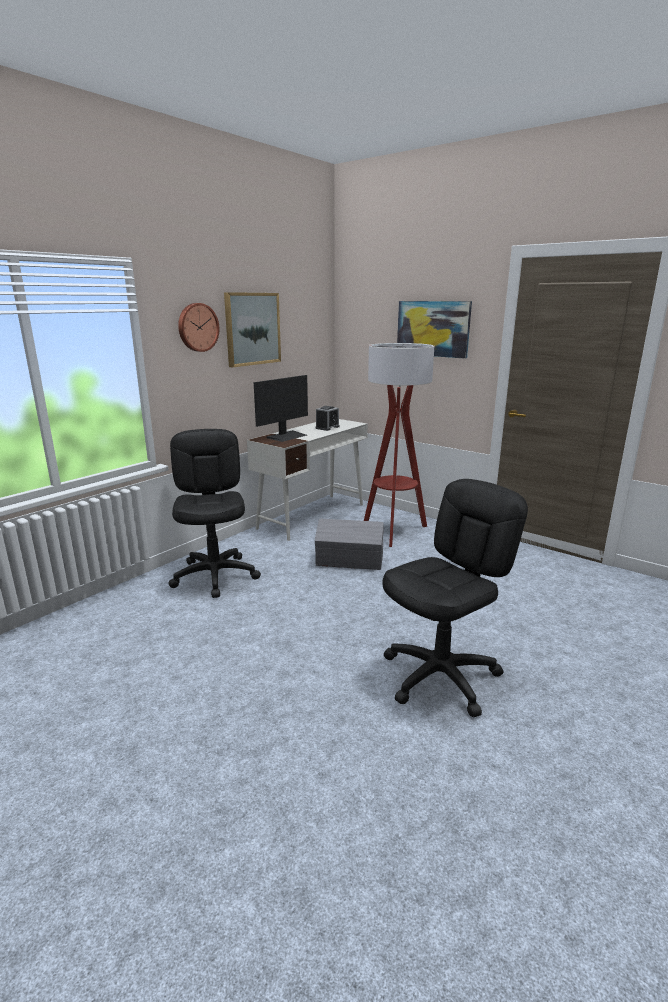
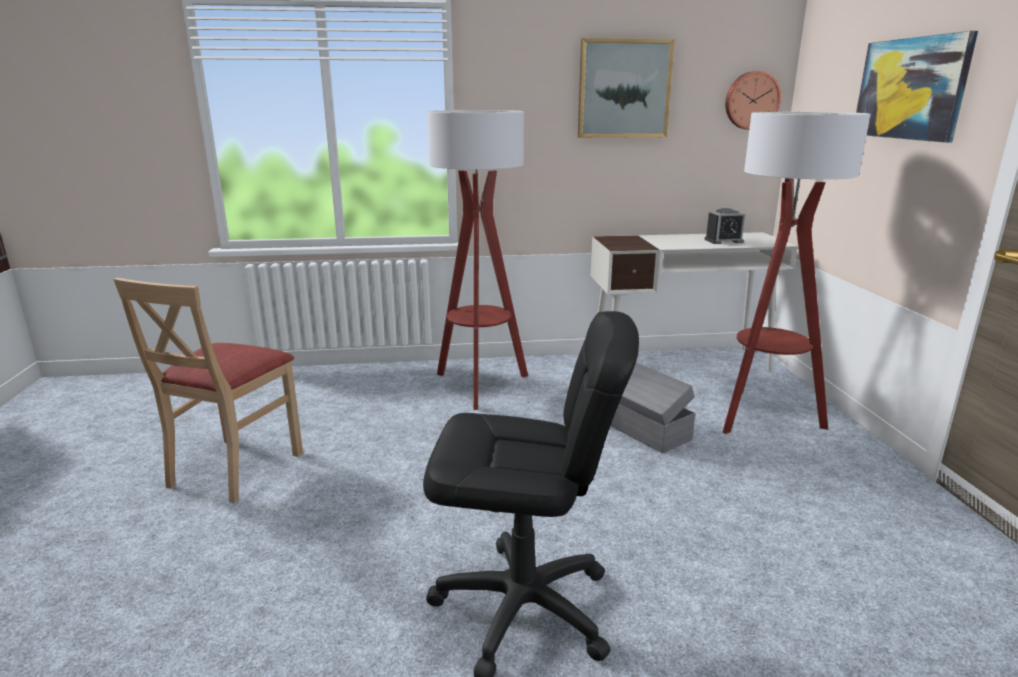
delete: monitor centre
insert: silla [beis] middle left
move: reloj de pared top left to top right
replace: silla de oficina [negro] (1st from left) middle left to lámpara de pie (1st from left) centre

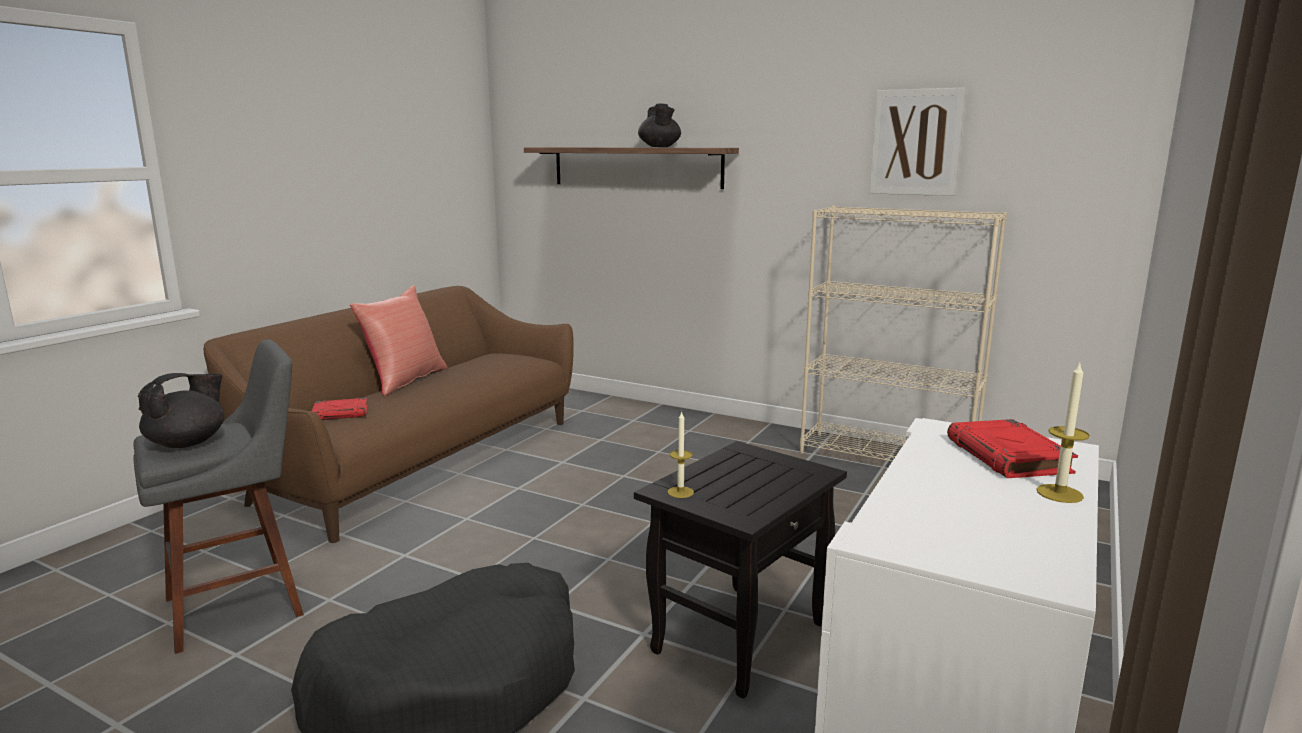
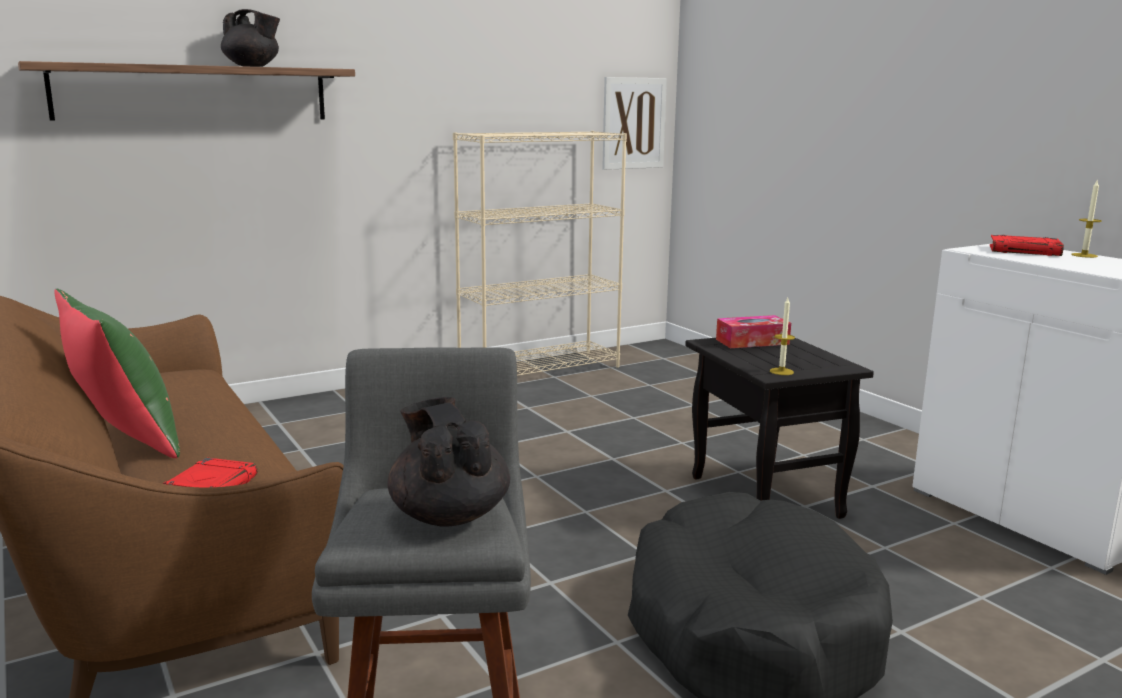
insert: caja de pañuelos middle right
move: cuadro top right to top centre
recolor: cojín [rojo] middle left to cojín [verde] middle left

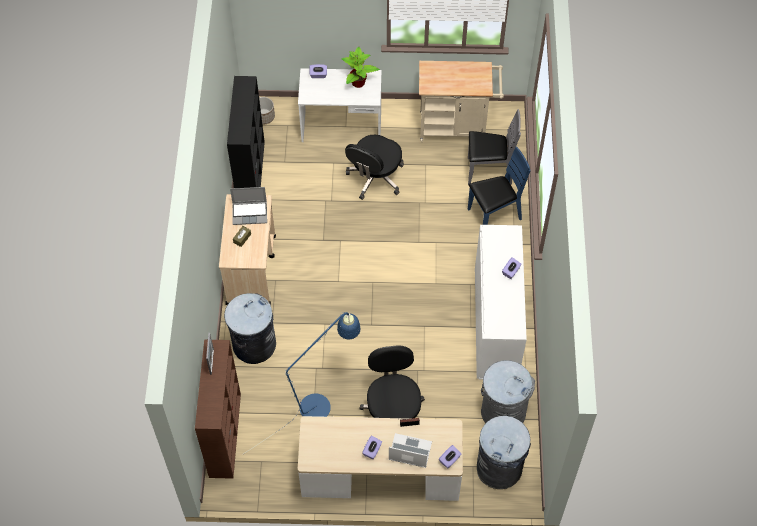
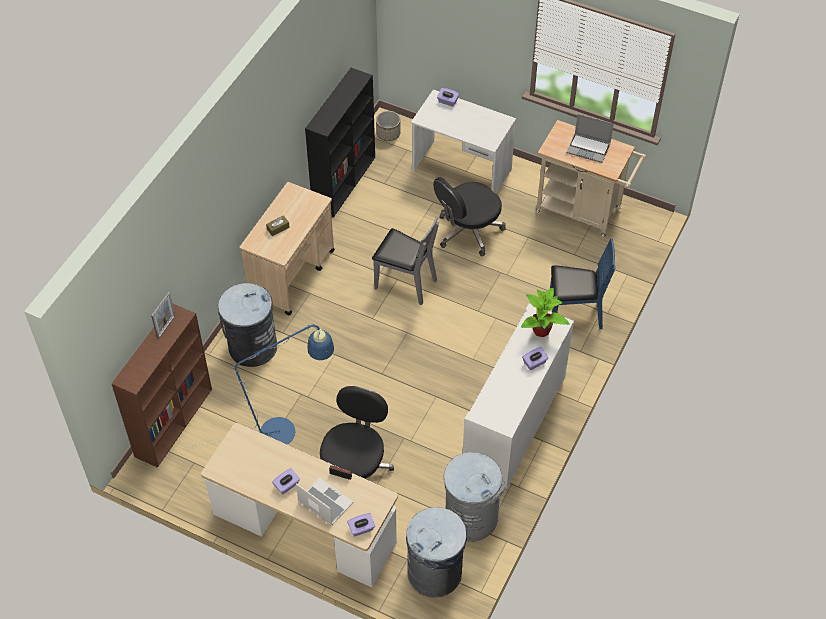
move: portátil (1st from left in the first image) middle left to portátil (2nd from left) top right; planta en maceta top centre to centre; silla [gris] top centre to centre

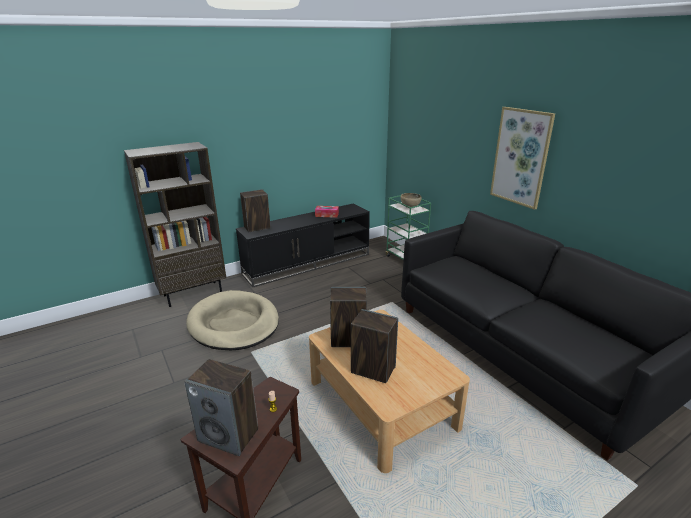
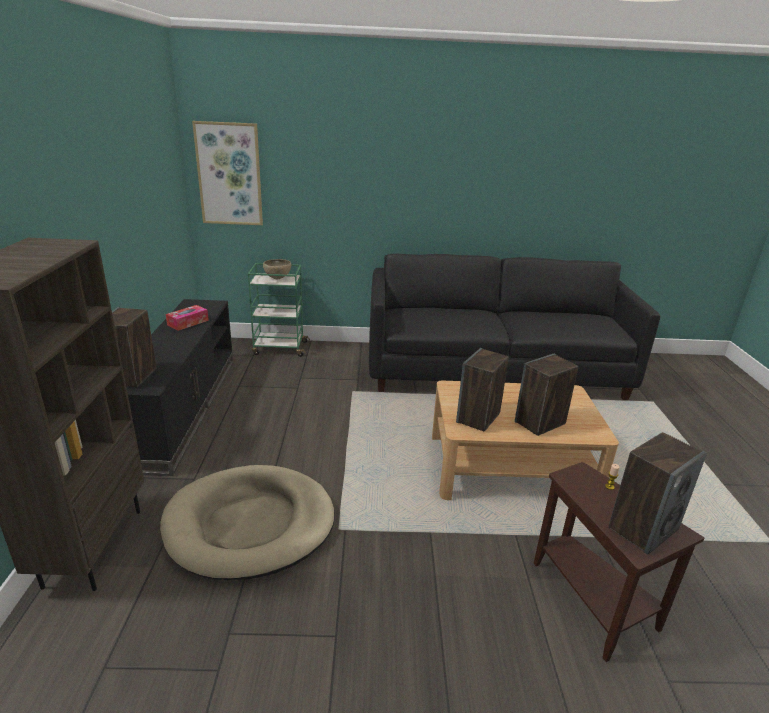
move: cuadro top right to top left

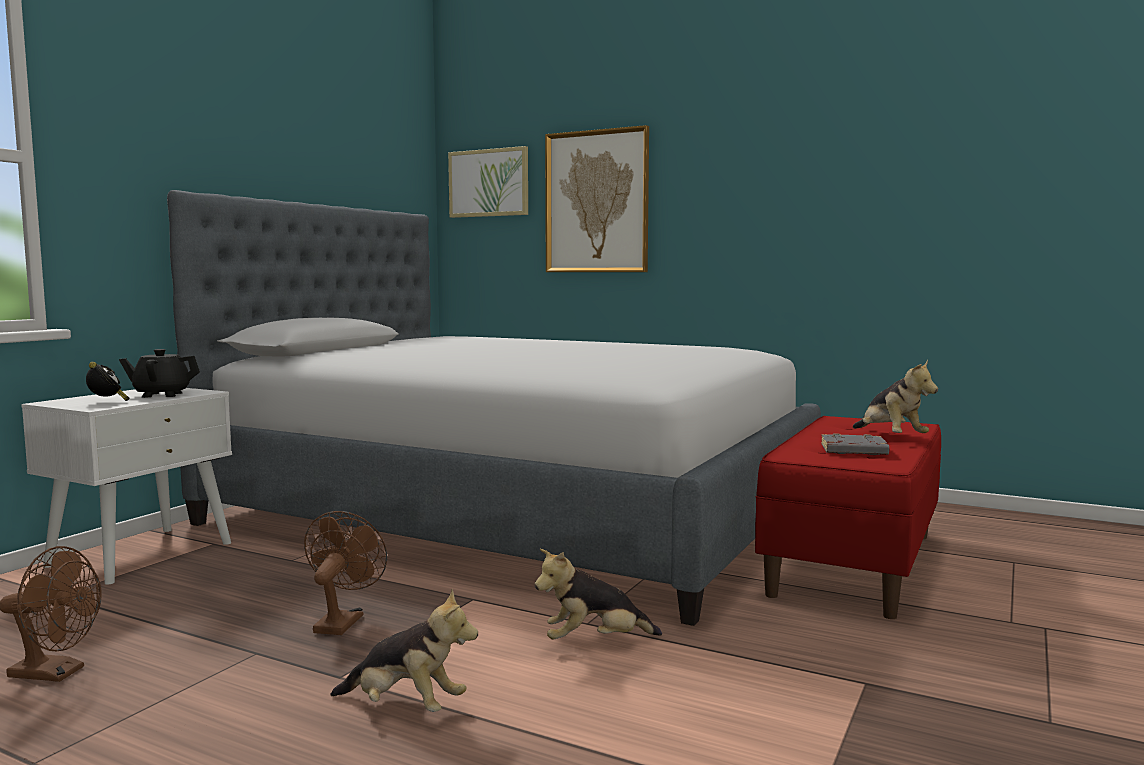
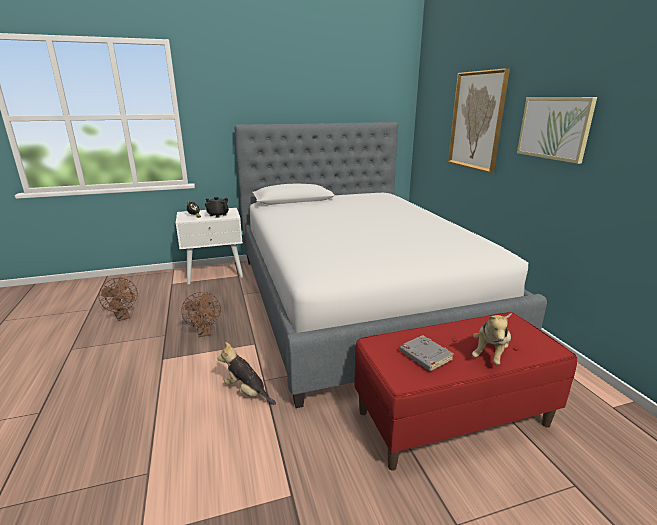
delete: peluche (1st from left) bottom centre
move: cuadro (1st from left in the first image) top centre to cuadro (2nd from left) top right
rotate: ventilador [marrón] (2nd from left) bottom left = middle left 105 degrees clockwise

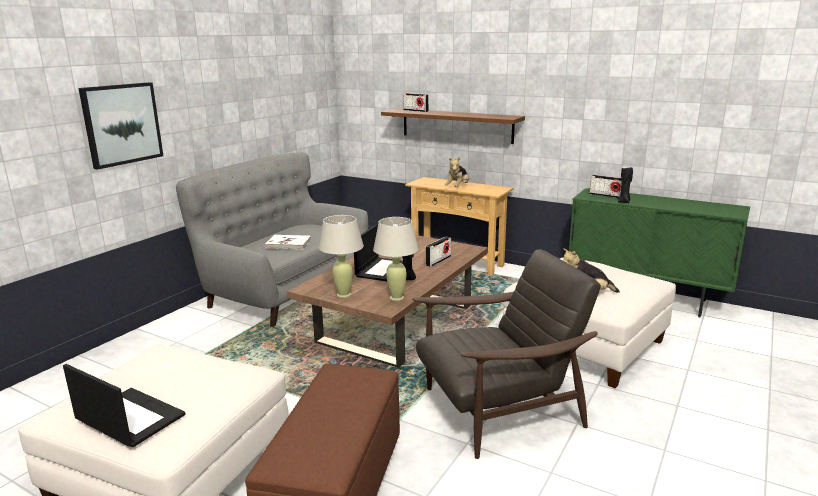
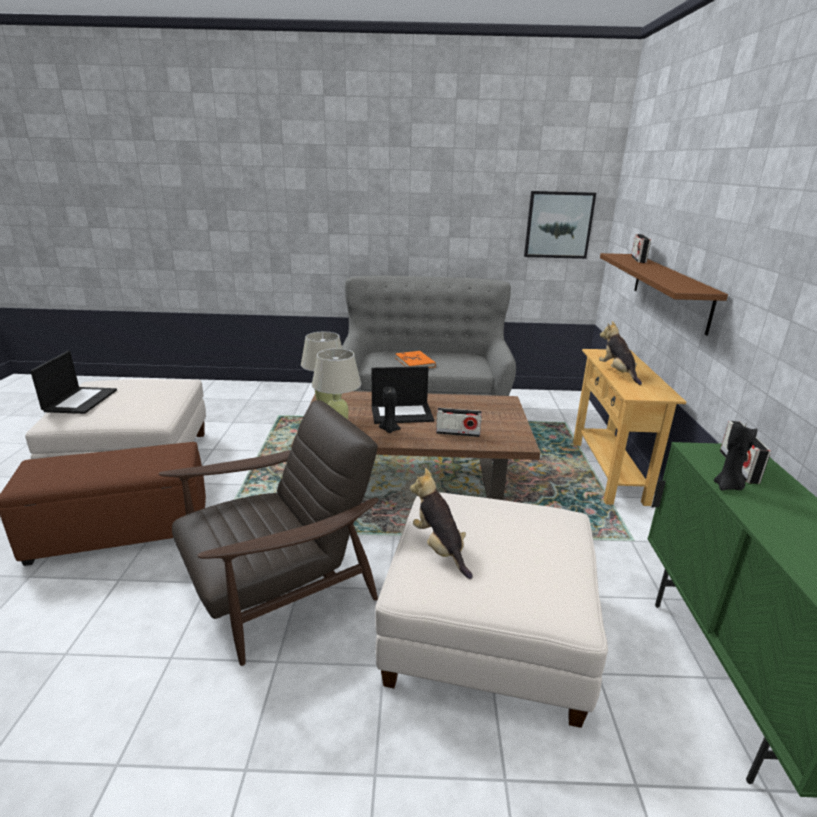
move: cuadro top left to top right
recolor: libro [blanco] centre to libro [naranja] centre
rotate: sillón [marrón] bottom centre = middle left 75 degrees counterclockwise; peluche (1st from left in the first image) centre = middle right 75 degrees clockwise

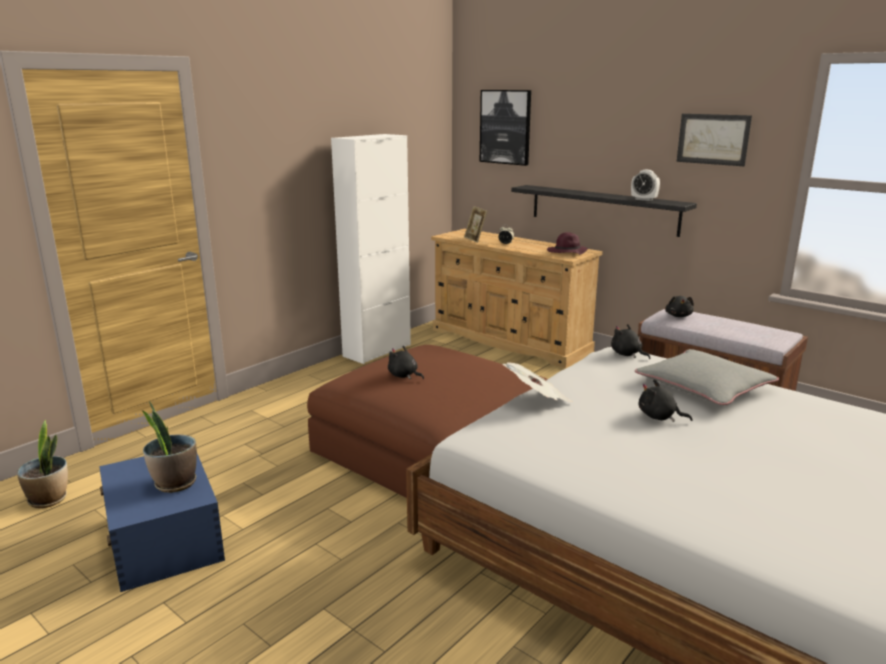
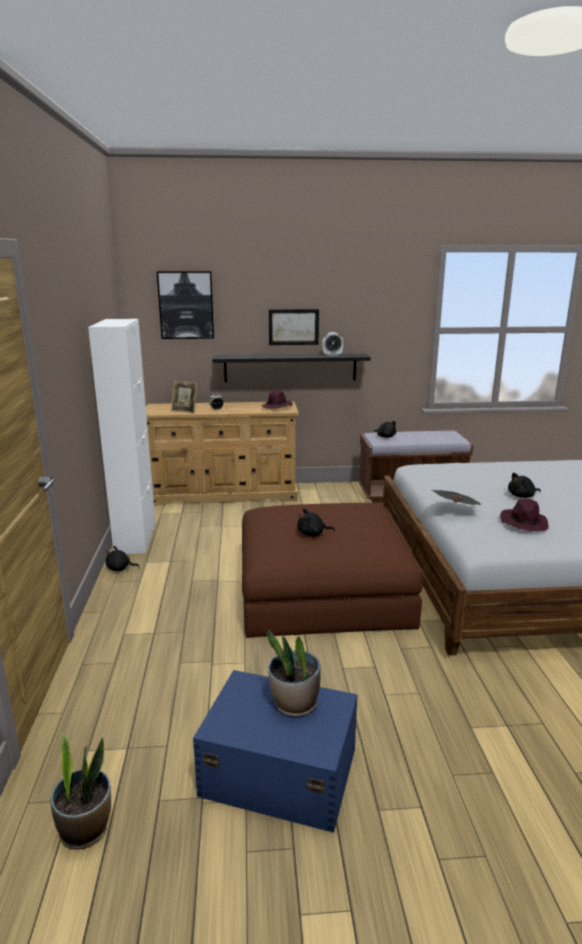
delete: cojín [gris] middle right
insert: sombrero [morado] (2nd from left) middle right
move: peluche [negro] (2nd from left in the first image) middle right to peluche [negro] (1st from left) middle left; cuadro (2nd from left) top right to centre

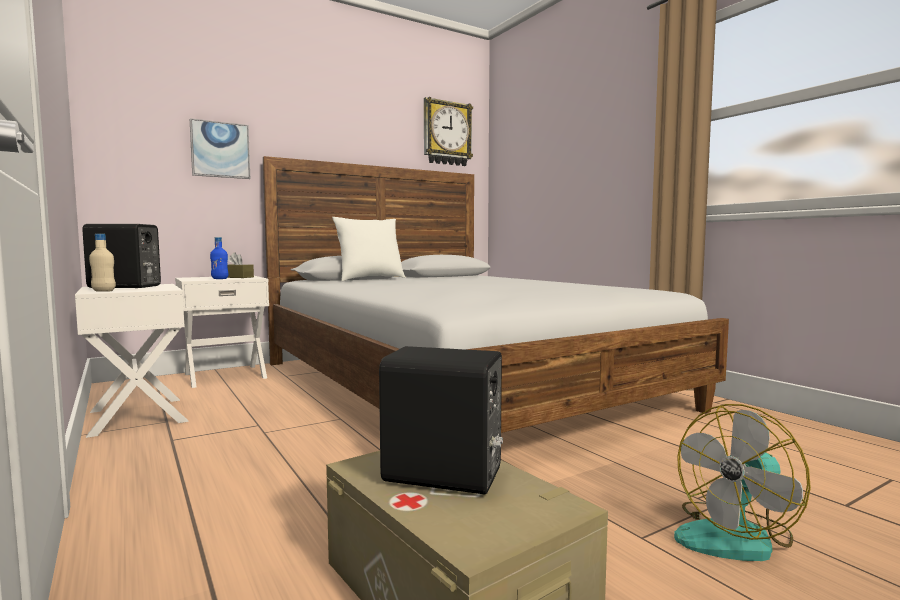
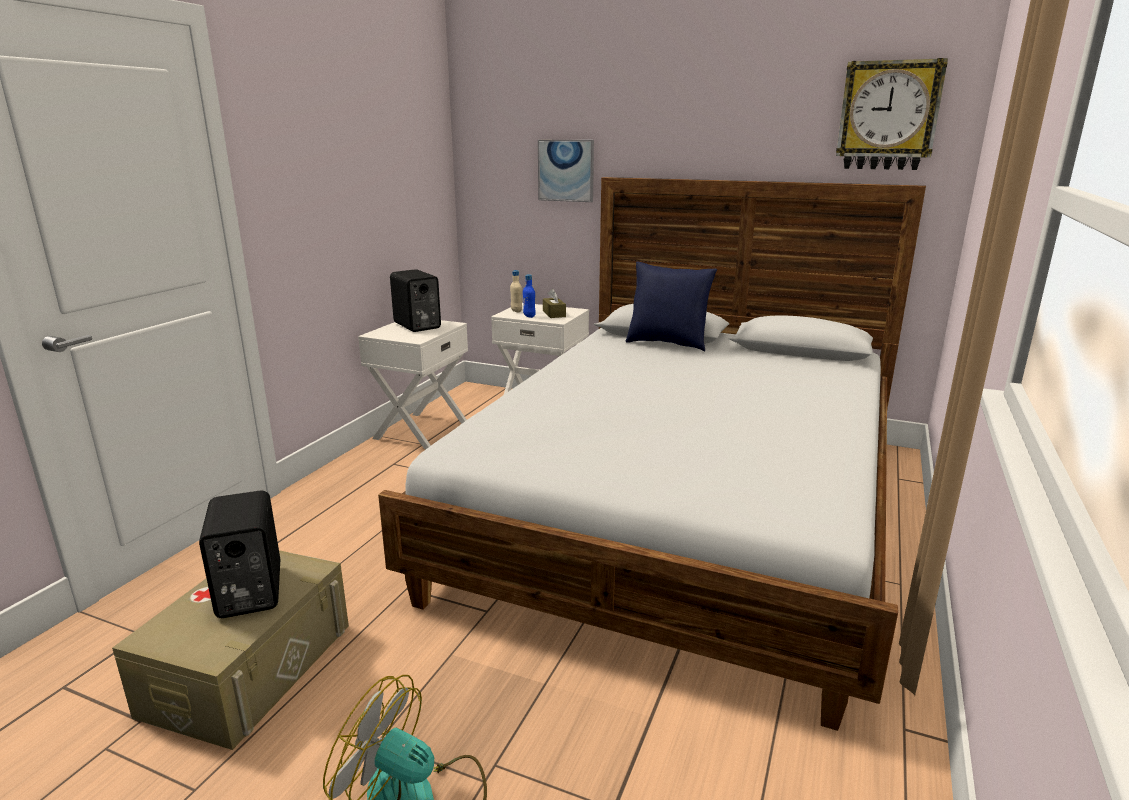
move: botella [beis] middle left to centre
recolor: cojín [blanco] centre to cojín [azul] centre

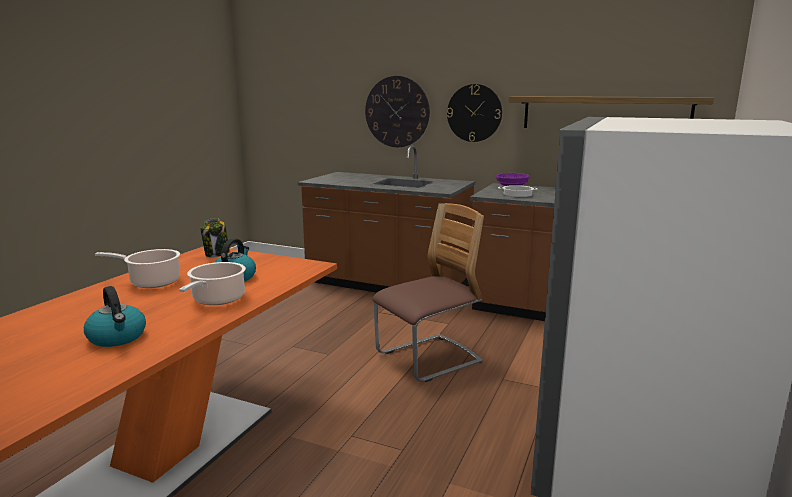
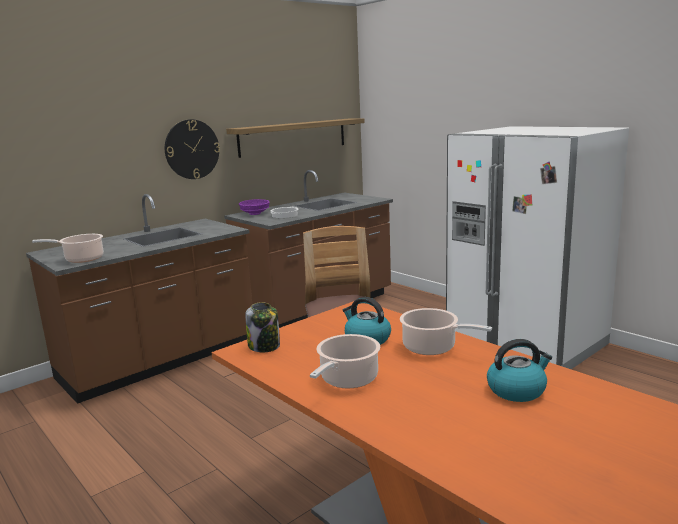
delete: reloj de pared (1st from left) top centre
insert: olla (1st from left) middle left

